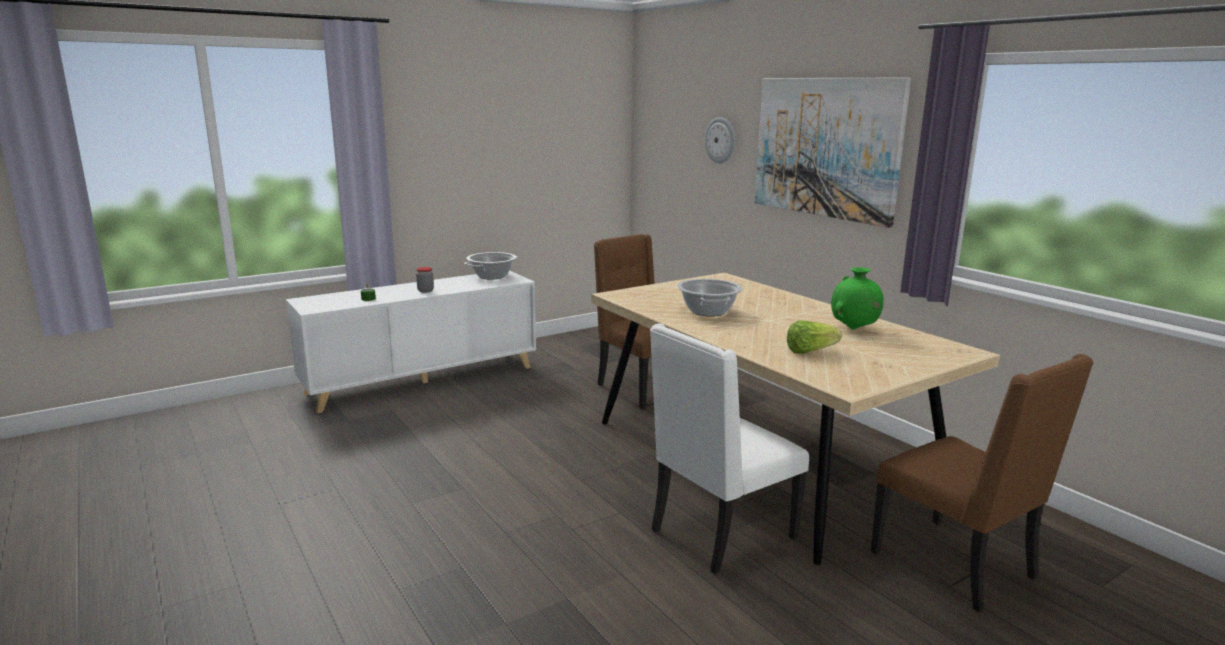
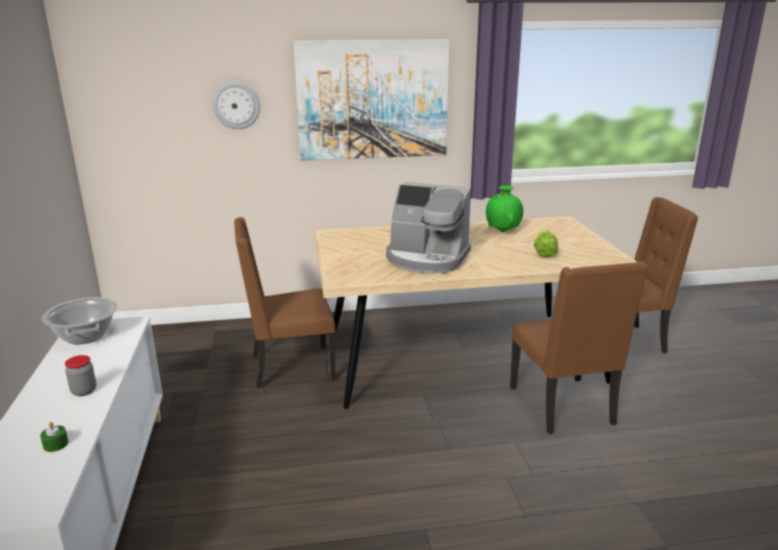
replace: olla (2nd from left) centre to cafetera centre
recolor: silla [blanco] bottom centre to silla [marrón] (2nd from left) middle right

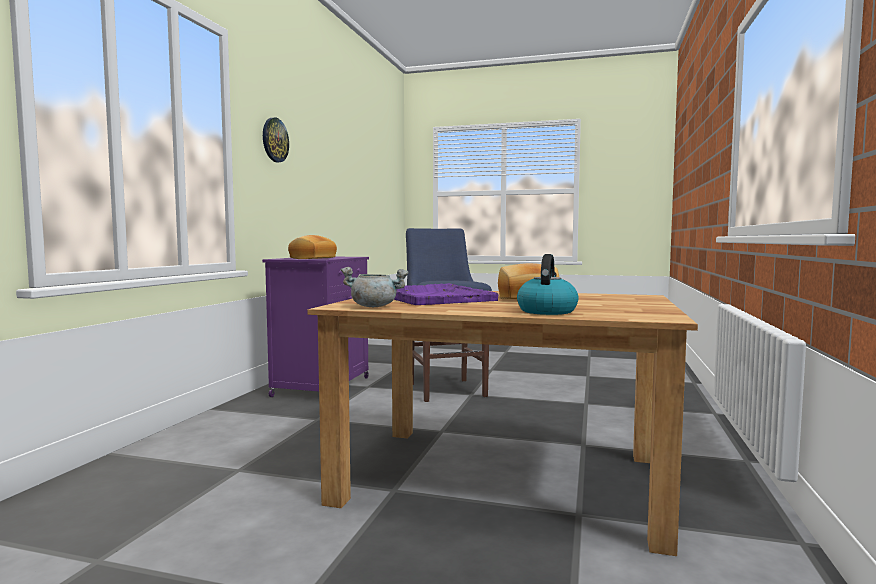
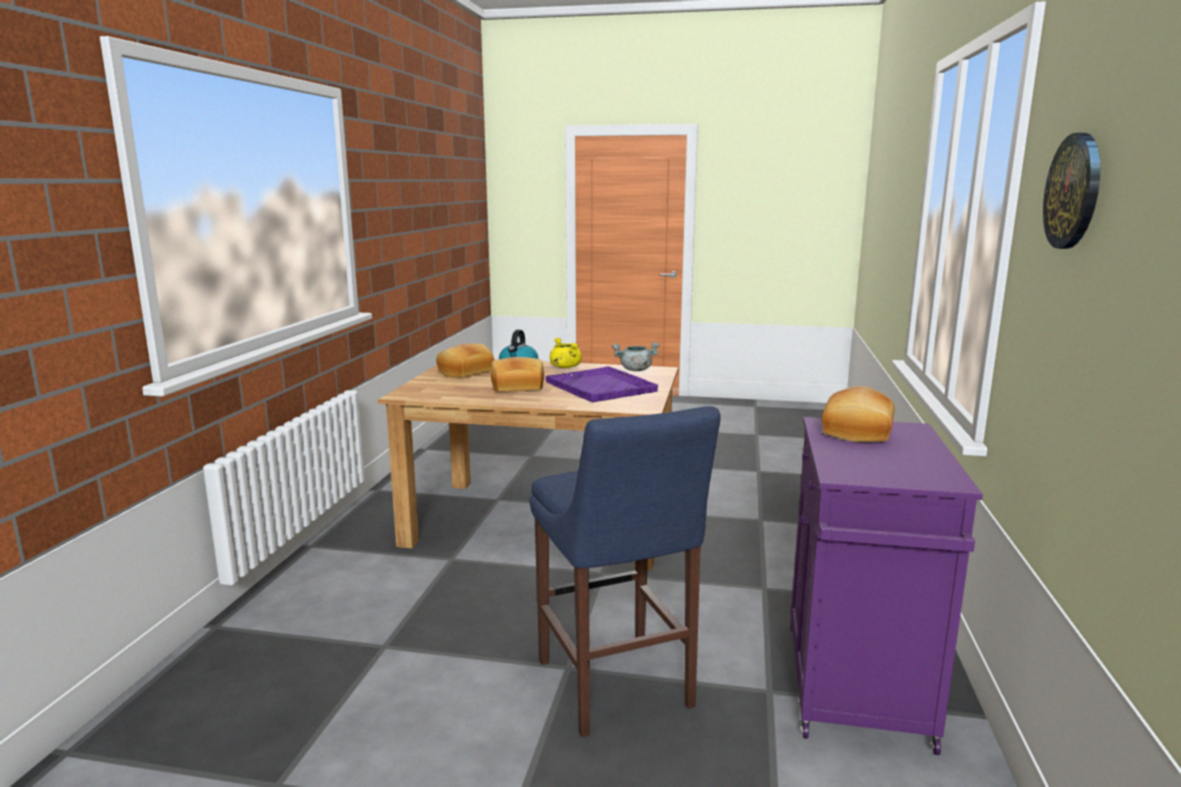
insert: pan (1st from left) centre; olla [amarillo] centre

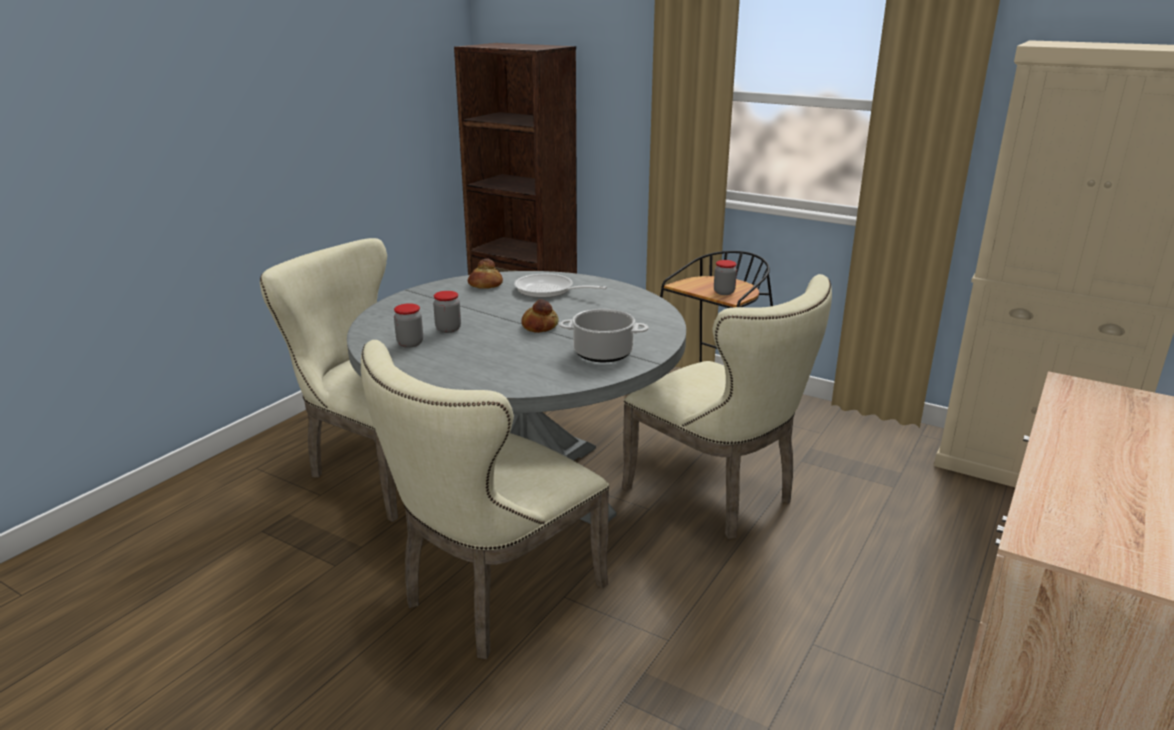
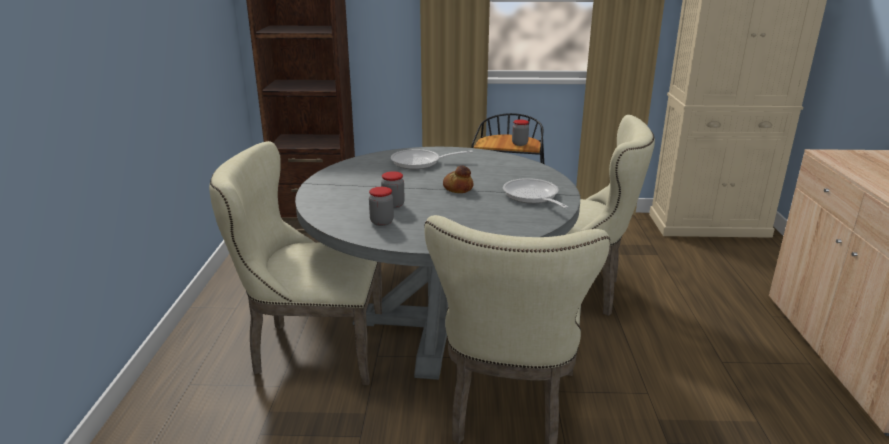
delete: pan (1st from left) centre
replace: olla centre to sartén (2nd from left) centre

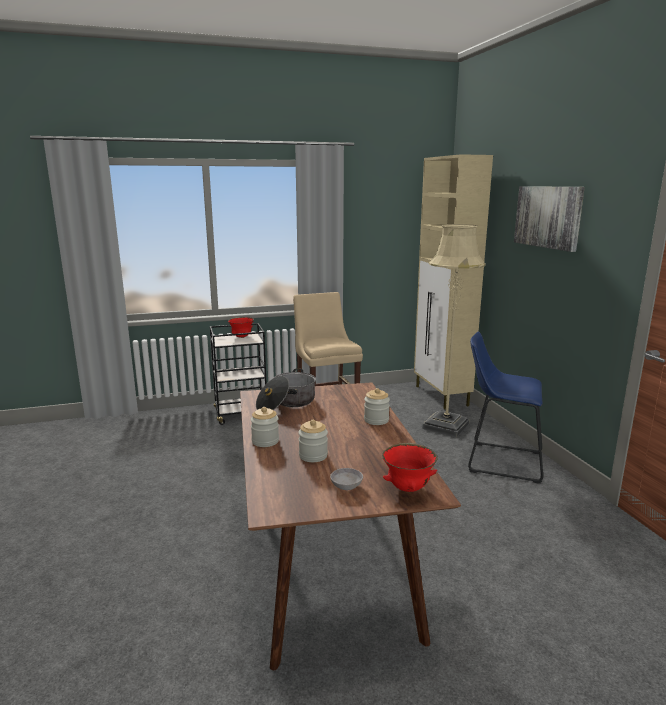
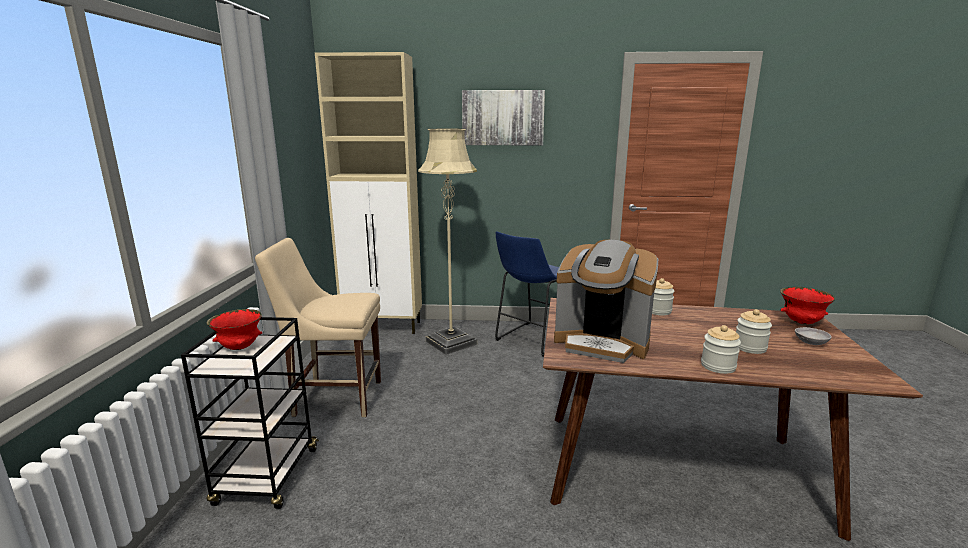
replace: olla centre to cafetera centre

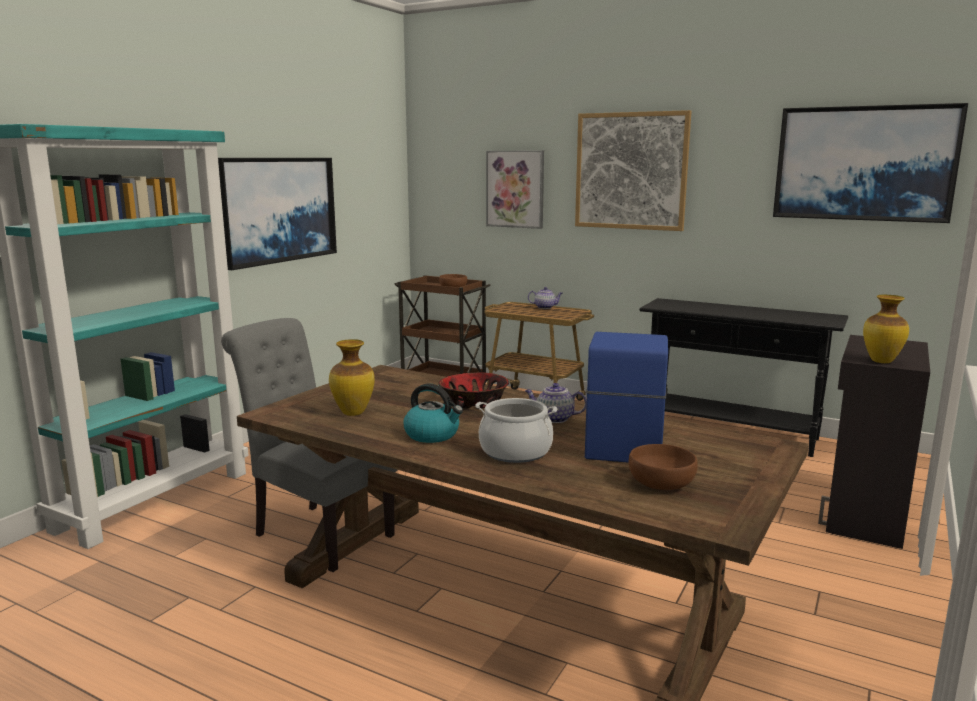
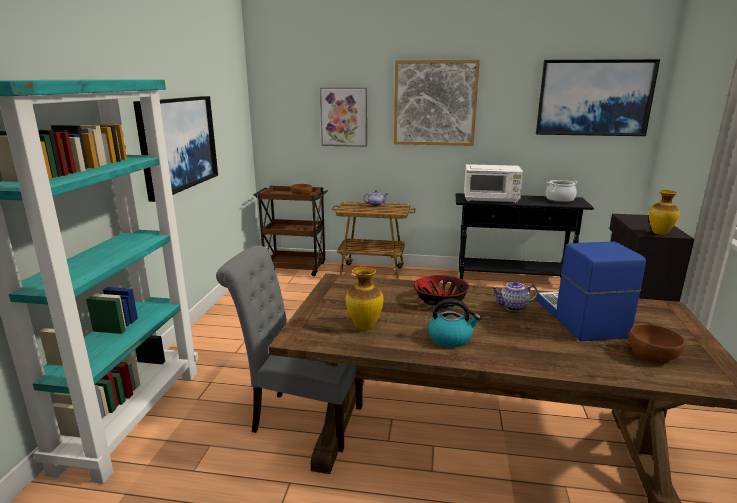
insert: microondas [blanco] middle right
move: olla centre to middle right

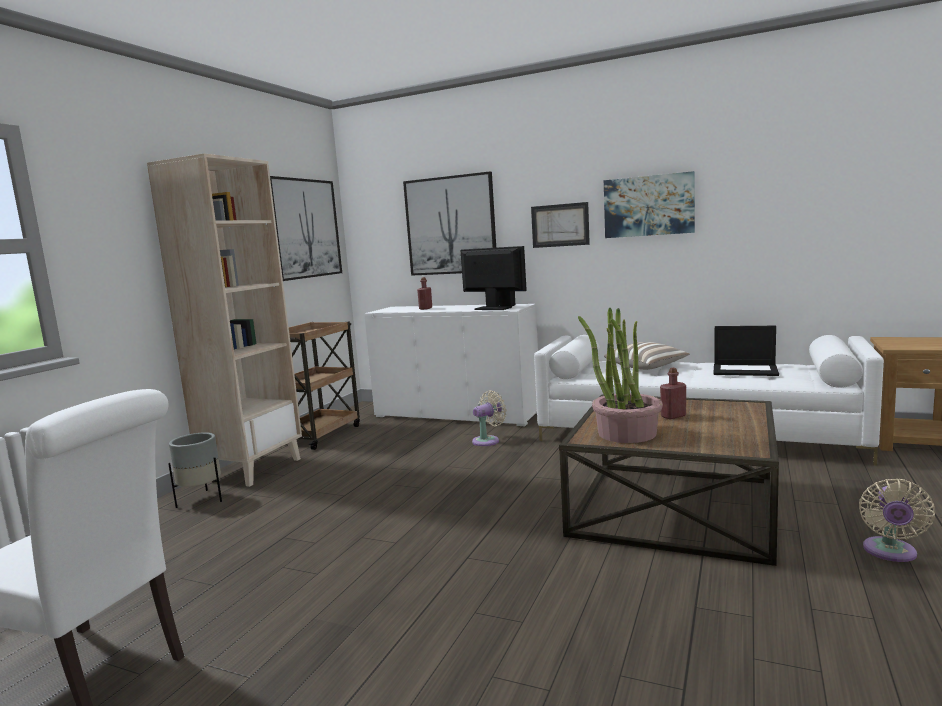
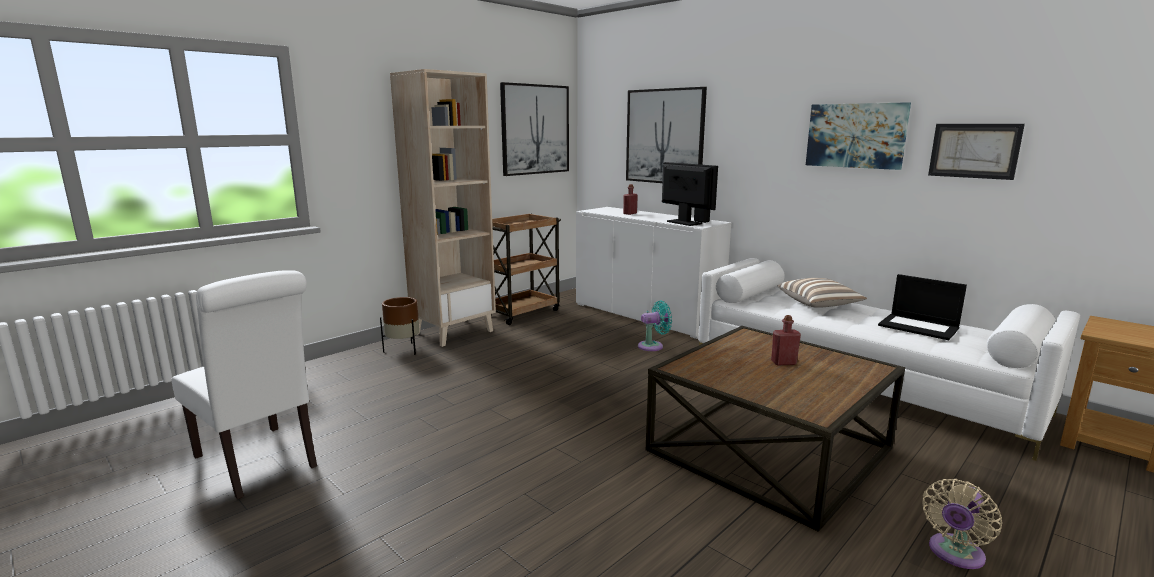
delete: planta en maceta centre
move: cuadro (3rd from left in the first image) top centre to cuadro (4th from left) top right
recolor: maceta [gris] middle left to maceta [marrón] centre; ventilador [beis] (1st from left) centre to ventilador [turquesa] centre

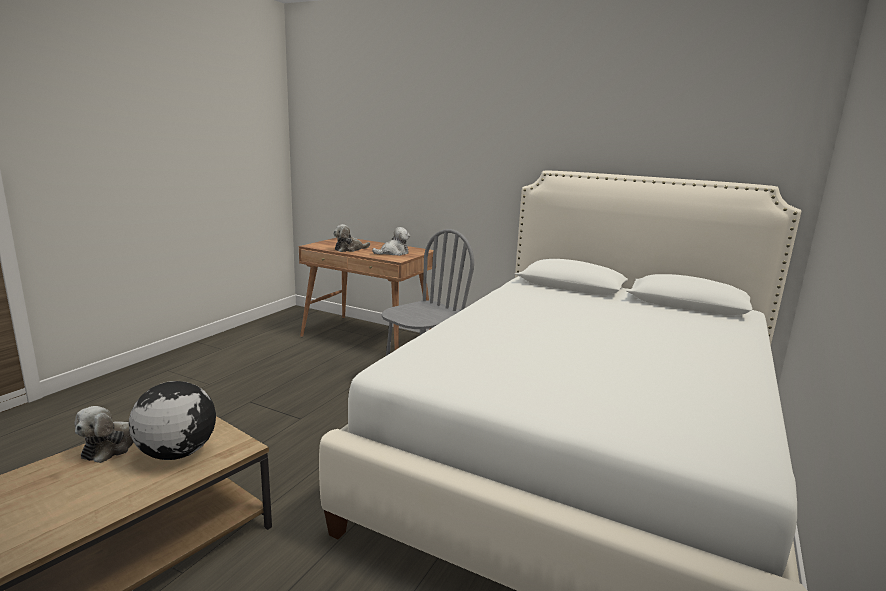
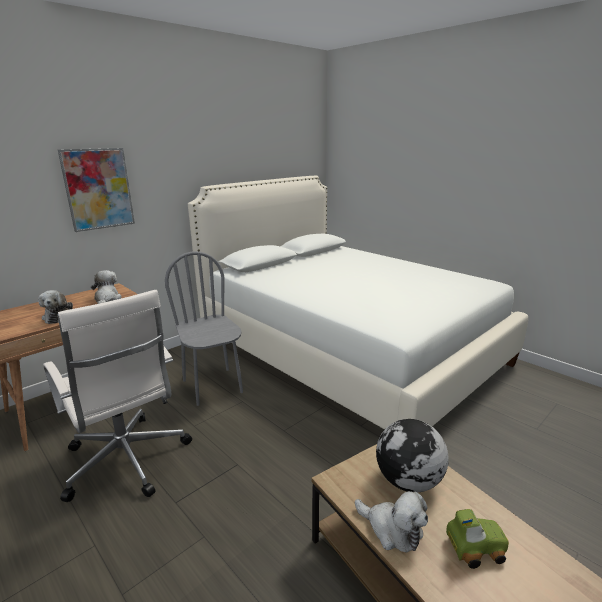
insert: silla de oficina [blanco] middle left; cuadro top left; coche de juguete bottom right

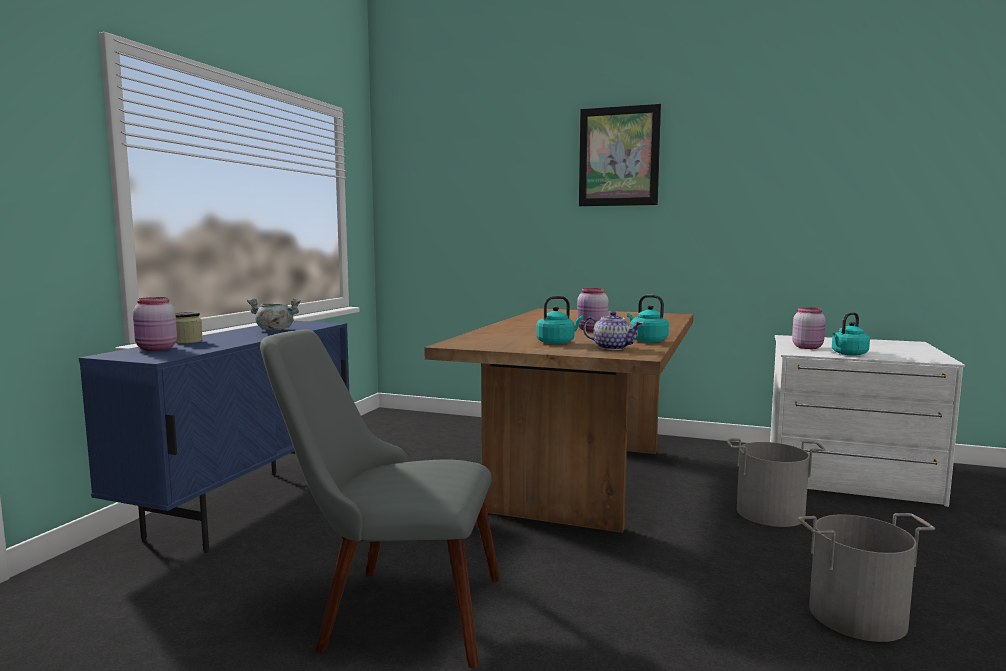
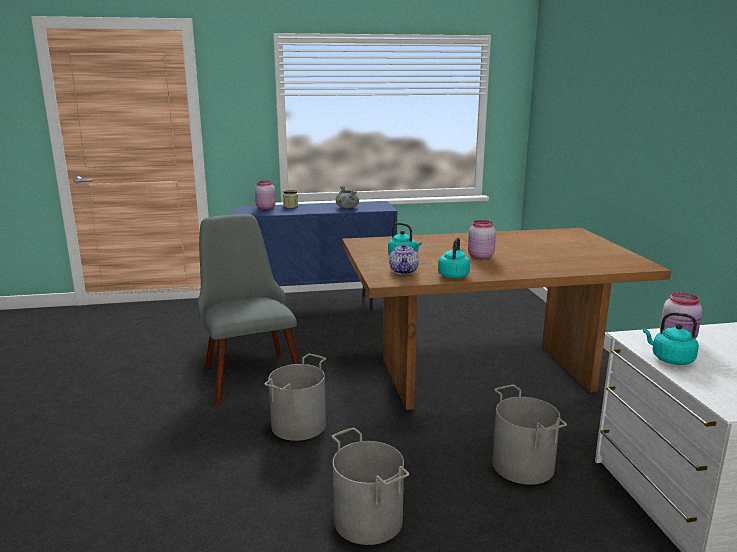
delete: cuadro top centre
insert: cubo [gris] (1st from left) bottom centre

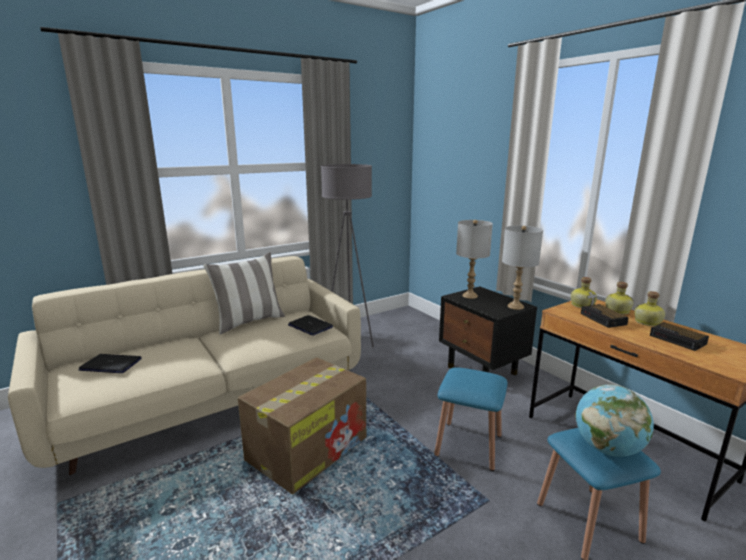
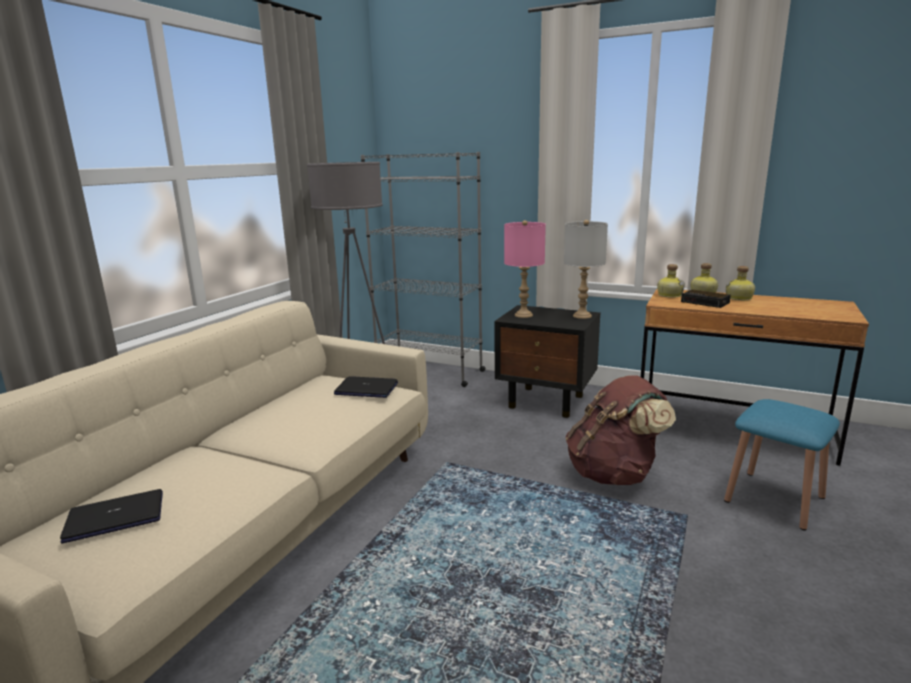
delete: cojín middle left; caja de cartón bottom centre; globo terráqueo bottom right; despertador (2nd from left) middle right
insert: estantería [gris] centre
replace: taburete [azul] (1st from left) bottom centre to mochila [marrón] middle right
recolor: lámpara de mesa [gris] (1st from left) centre to lámpara de mesa [rosa] centre

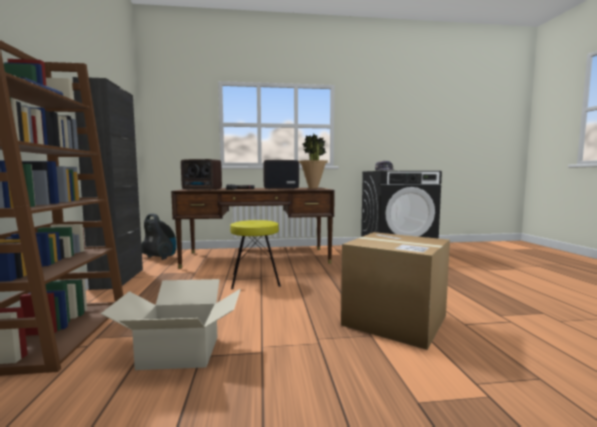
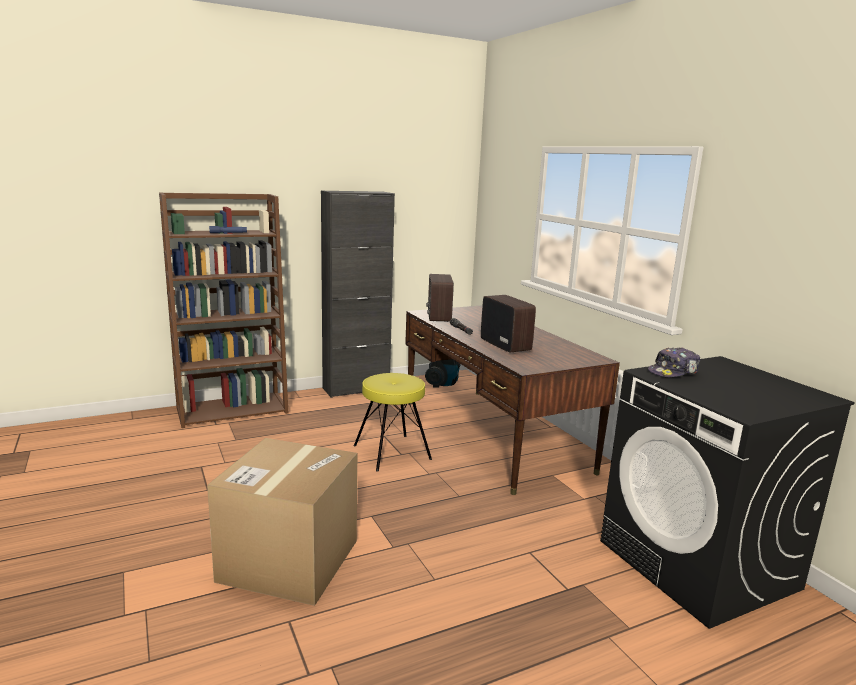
delete: caja de cartón (1st from left) bottom left; planta en maceta centre

